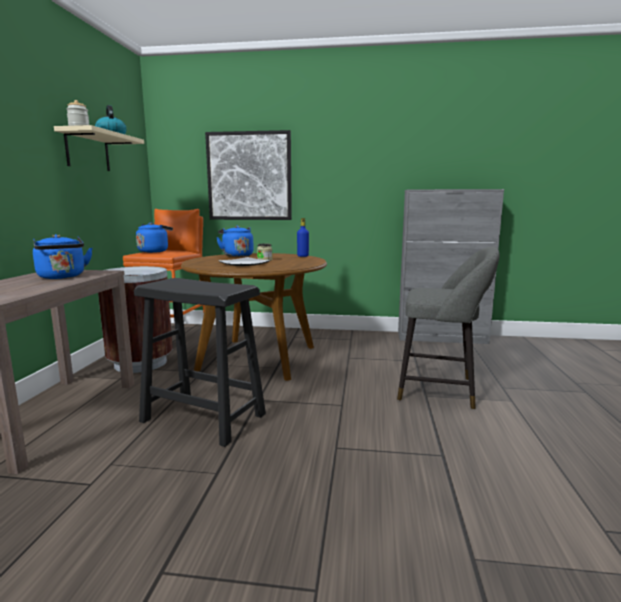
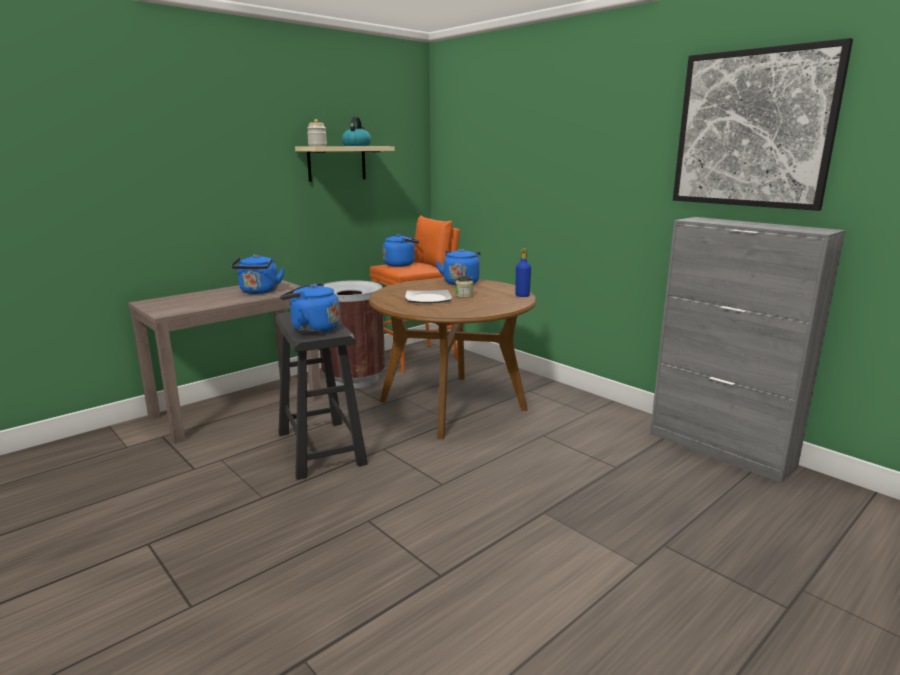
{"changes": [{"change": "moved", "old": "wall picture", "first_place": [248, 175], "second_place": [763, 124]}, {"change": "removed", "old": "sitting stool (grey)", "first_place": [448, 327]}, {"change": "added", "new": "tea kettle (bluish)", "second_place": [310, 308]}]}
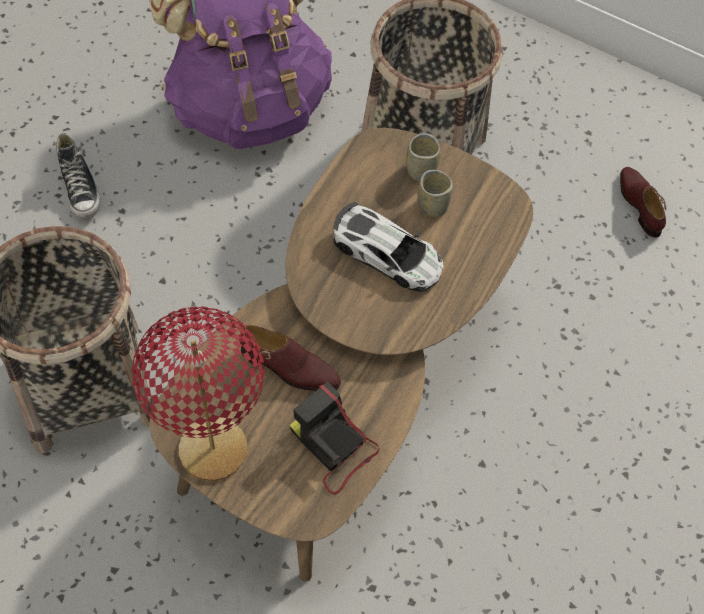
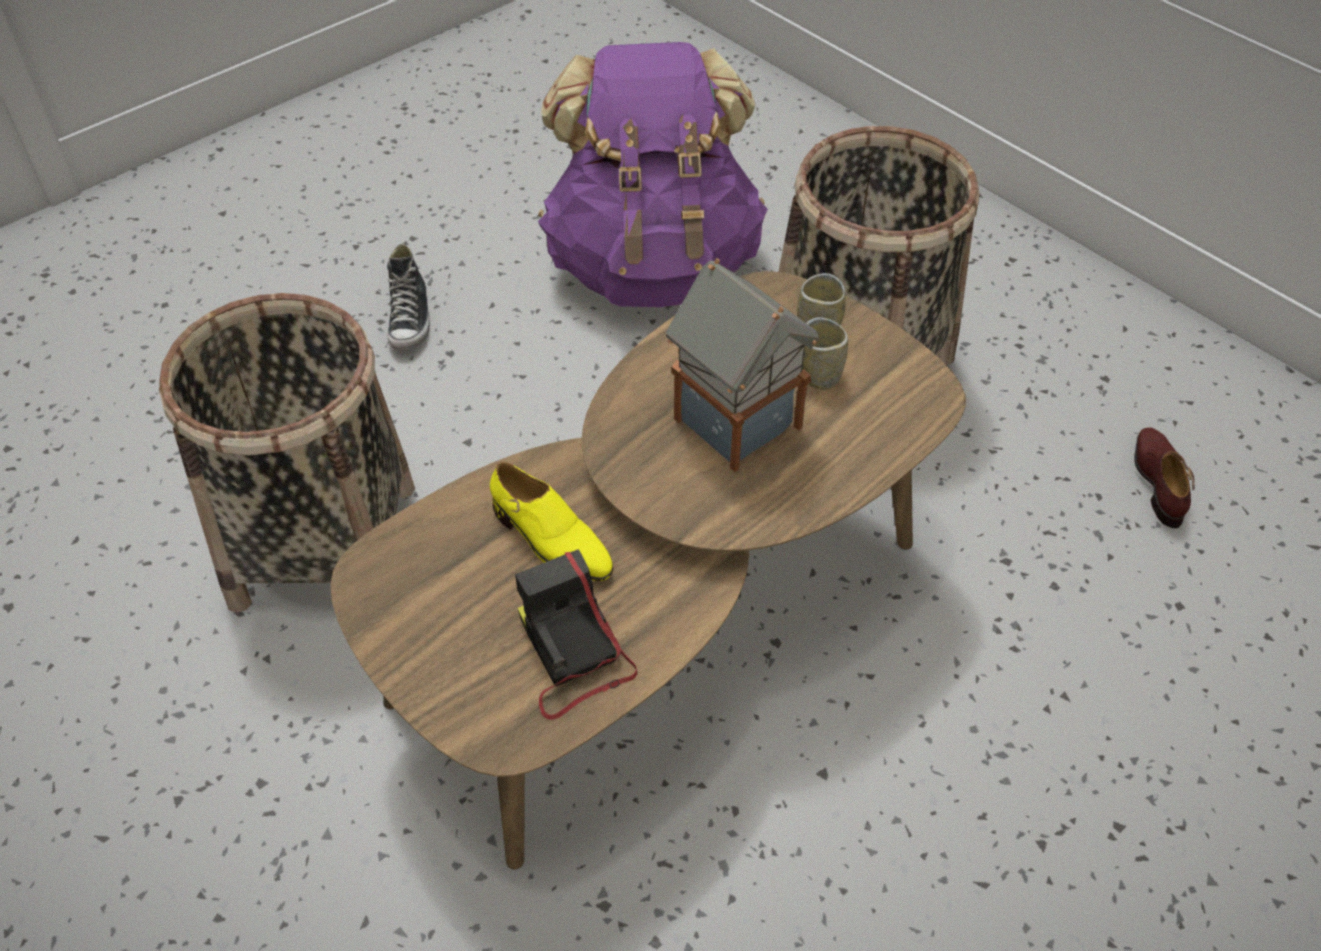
{"changes": [{"change": "replaced", "old": "miniature car", "new": "toy house", "first_place": [388, 247], "second_place": [742, 365]}, {"change": "removed", "old": "tabletop lamp (red)", "first_place": [198, 393]}, {"change": "recoloured", "old": "shoe (brown-coloured)", "new": "shoe (yellowish)", "first_place": [290, 358], "second_place": [552, 521]}]}
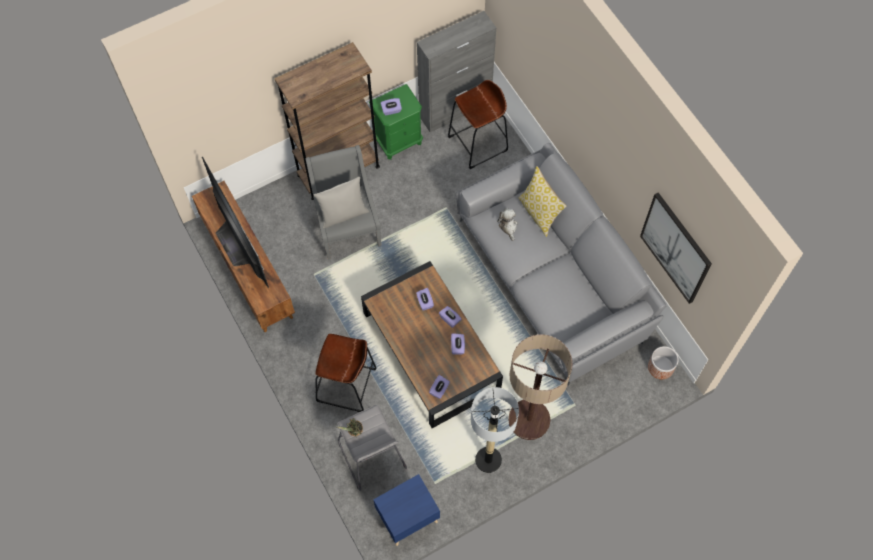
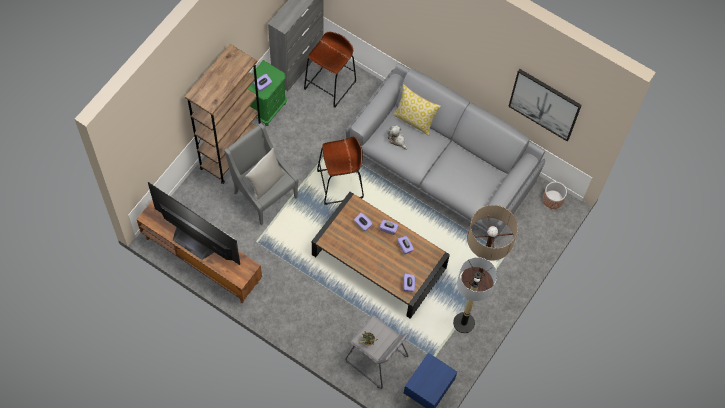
{"changes": [{"change": "moved", "old": "sitting stool (brown-coloured)", "first_place": [345, 373], "second_place": [340, 170]}]}
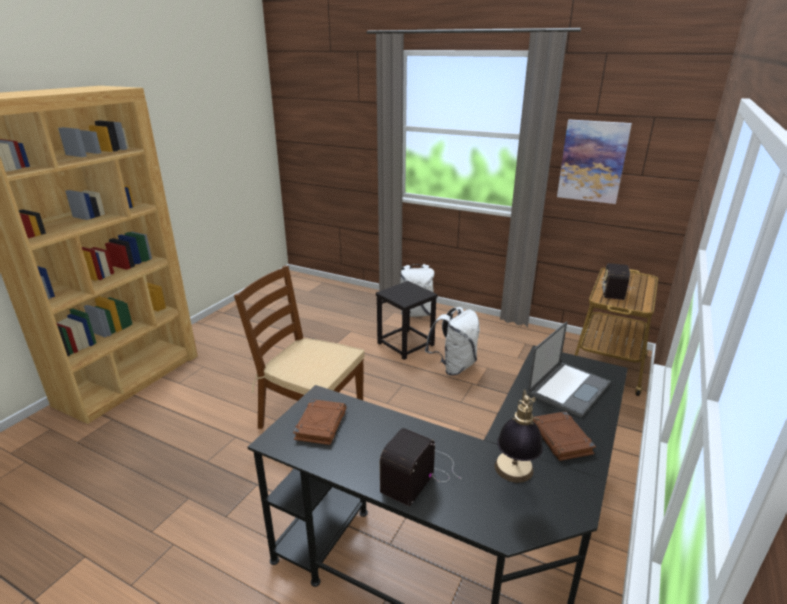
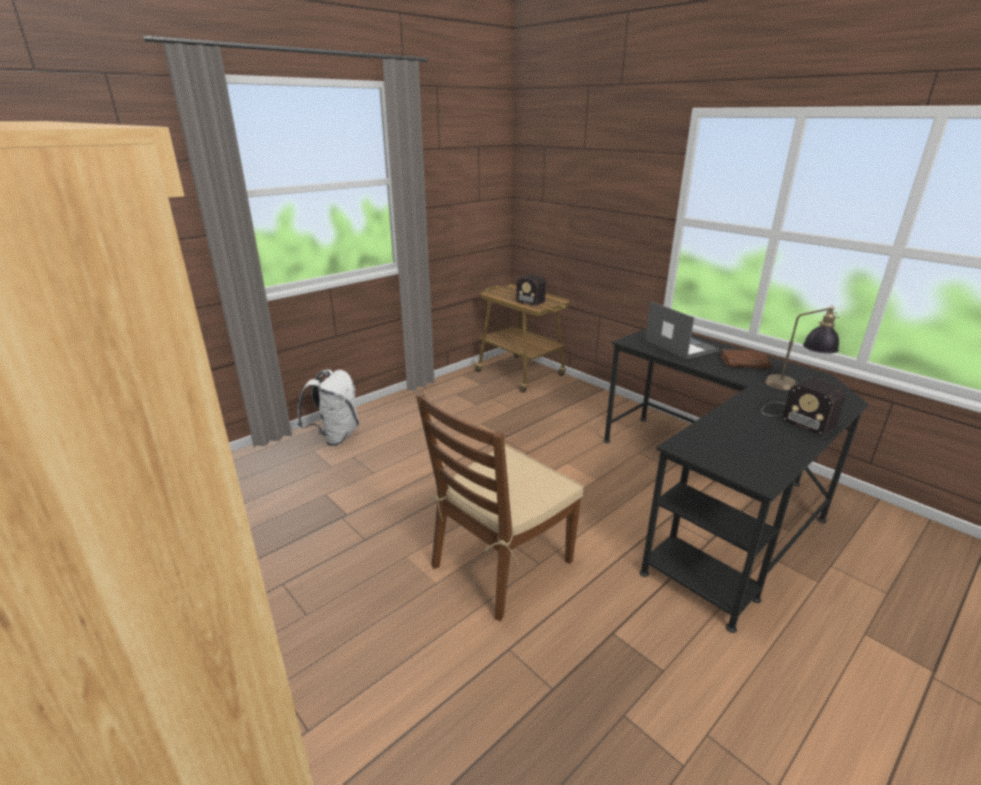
{"changes": [{"change": "removed", "old": "wall picture", "first_place": [594, 162]}, {"change": "removed", "old": "sitting stool (black)", "first_place": [407, 320]}, {"change": "removed", "old": "knapsack (white)", "first_place": [452, 341]}, {"change": "removed", "old": "volume (brown-coloured)", "first_place": [320, 422]}]}
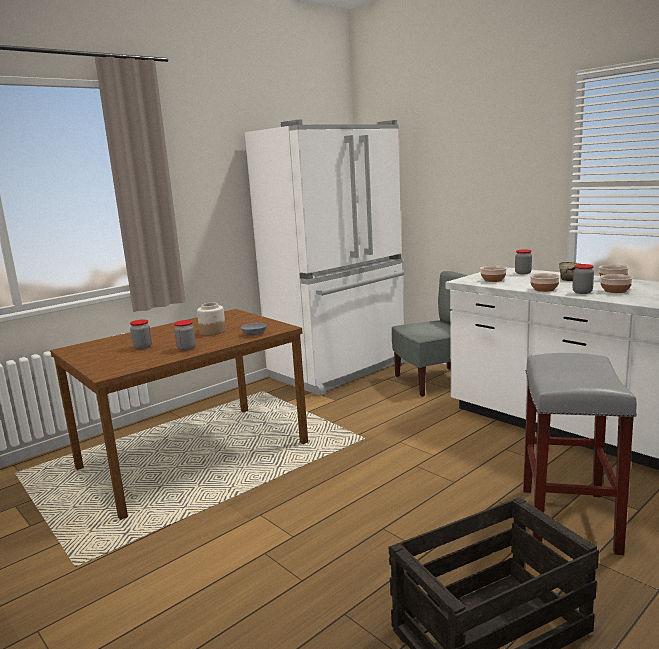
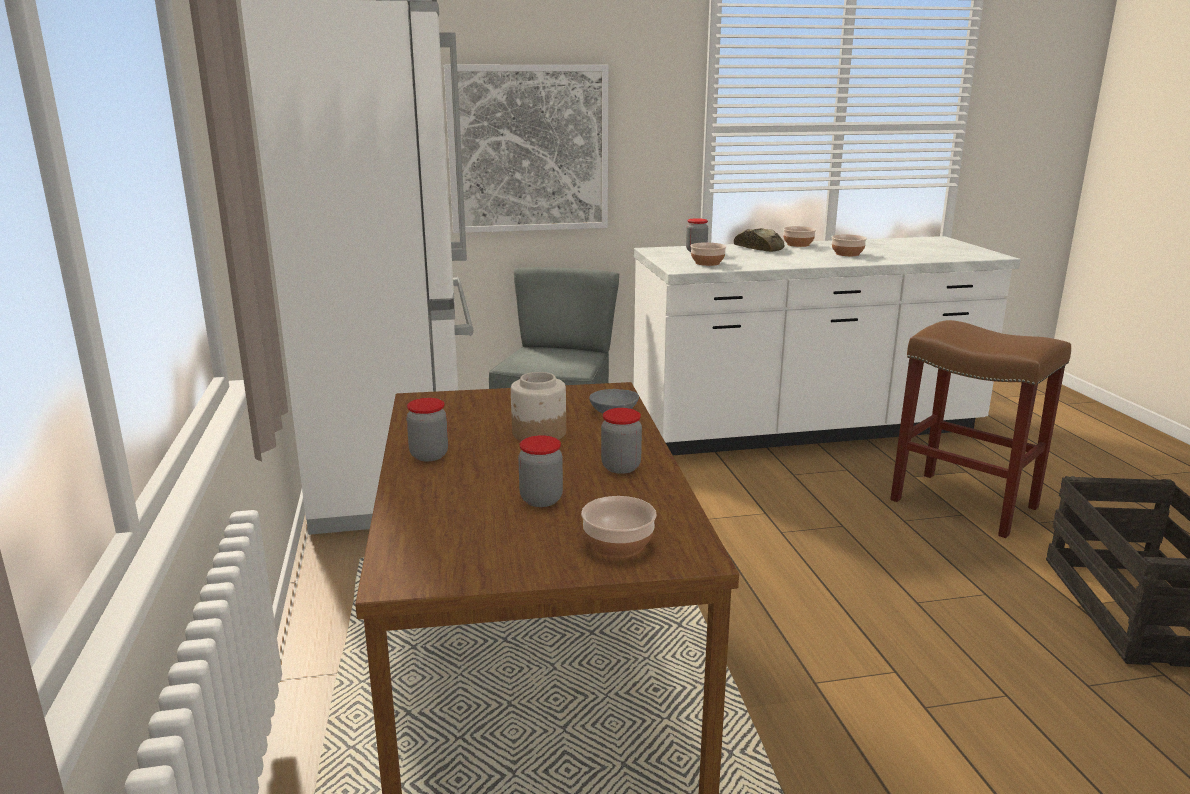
{"changes": [{"change": "moved", "old": "jar", "first_place": [583, 279], "second_place": [427, 429]}, {"change": "moved", "old": "bowl", "first_place": [545, 282], "second_place": [619, 527]}, {"change": "recoloured", "old": "sitting stool (grey)", "new": "sitting stool (brown-coloured)", "first_place": [580, 454], "second_place": [980, 429]}, {"change": "added", "new": "wall picture", "second_place": [526, 149]}]}
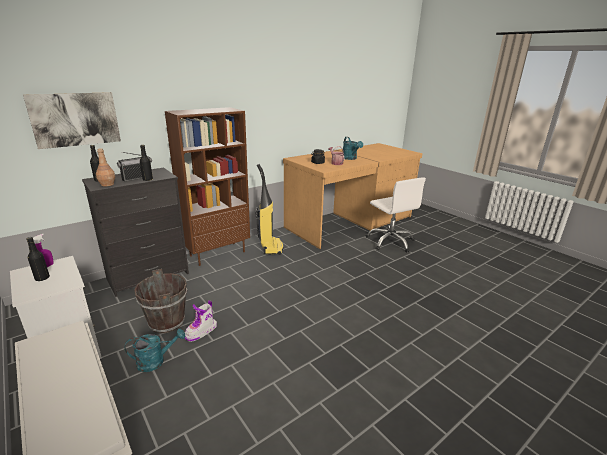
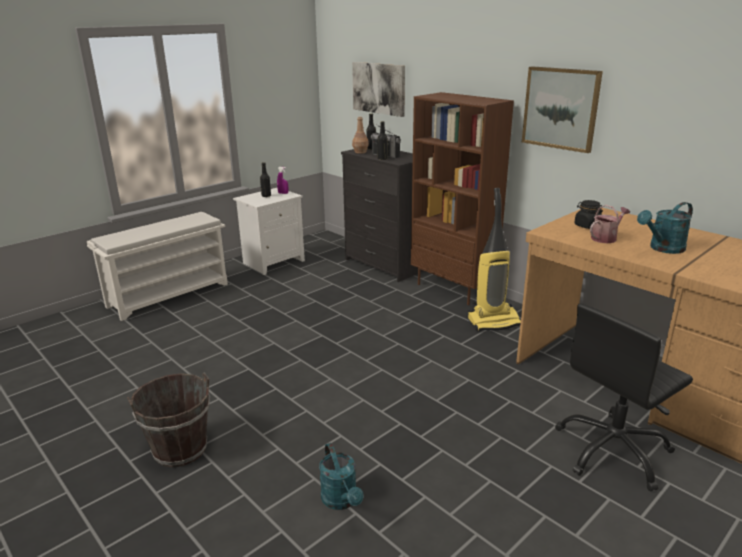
{"changes": [{"change": "recoloured", "old": "desk chair (white)", "new": "desk chair (black)", "first_place": [396, 215], "second_place": [624, 397]}, {"change": "moved", "old": "bucket (brown-coloured)", "first_place": [161, 301], "second_place": [168, 420]}, {"change": "removed", "old": "boot", "first_place": [200, 321]}, {"change": "moved", "old": "watering pot (blue-green)", "first_place": [154, 350], "second_place": [341, 476]}, {"change": "added", "new": "wall picture", "second_place": [562, 109]}]}
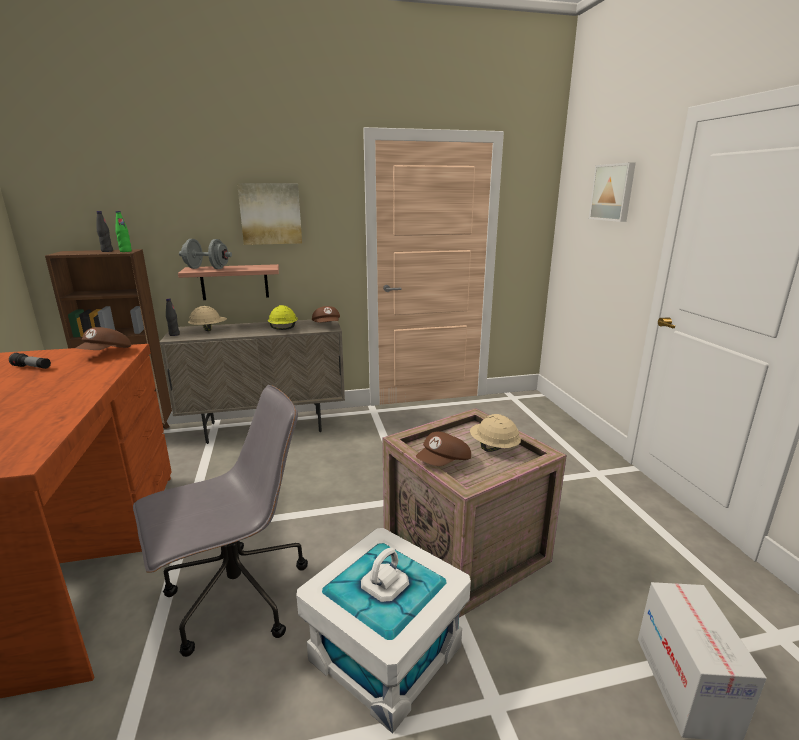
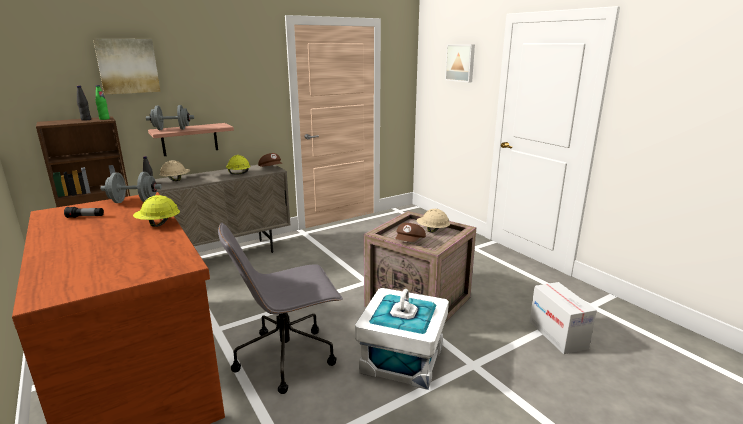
{"changes": [{"change": "moved", "old": "wall picture", "first_place": [269, 214], "second_place": [126, 67]}, {"change": "replaced", "old": "peaked cap (brown-coloured)", "new": "free weight (grey)", "first_place": [103, 338], "second_place": [131, 187]}, {"change": "turned", "old": "desk chair (grey)", "first_place": [220, 521], "second_place": [280, 308], "degrees": -150}, {"change": "added", "new": "safety helmet (yellowish)", "second_place": [156, 211]}]}
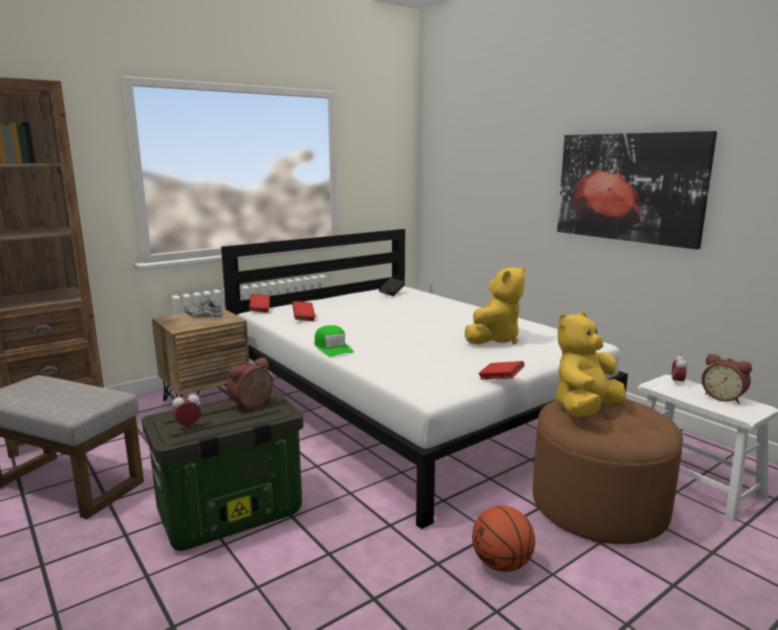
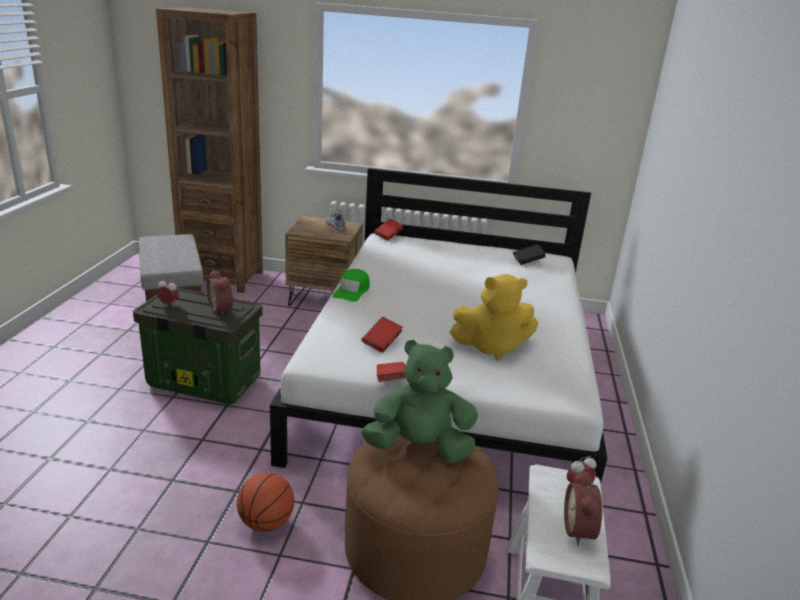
{"changes": [{"change": "removed", "old": "wall picture", "first_place": [637, 190]}, {"change": "moved", "old": "volume (red)", "first_place": [304, 311], "second_place": [382, 335]}, {"change": "recoloured", "old": "cuddly toy (yellowish)", "new": "cuddly toy (greenish)", "first_place": [591, 364], "second_place": [419, 401]}, {"change": "turned", "old": "table clock", "first_place": [250, 383], "second_place": [220, 293], "degrees": -120}]}
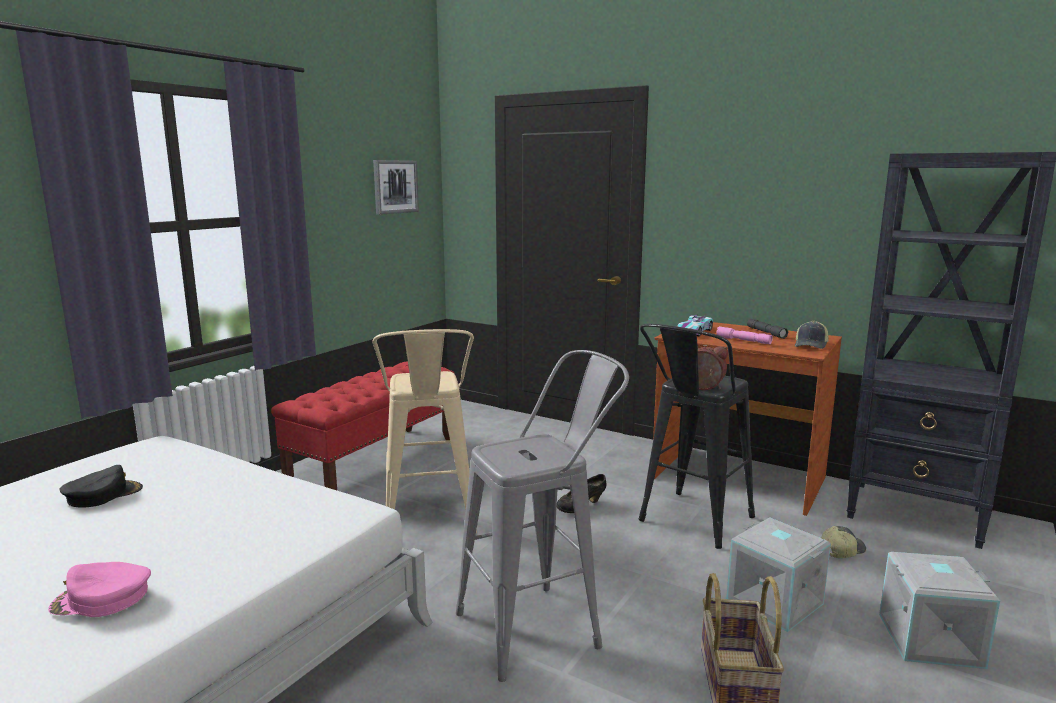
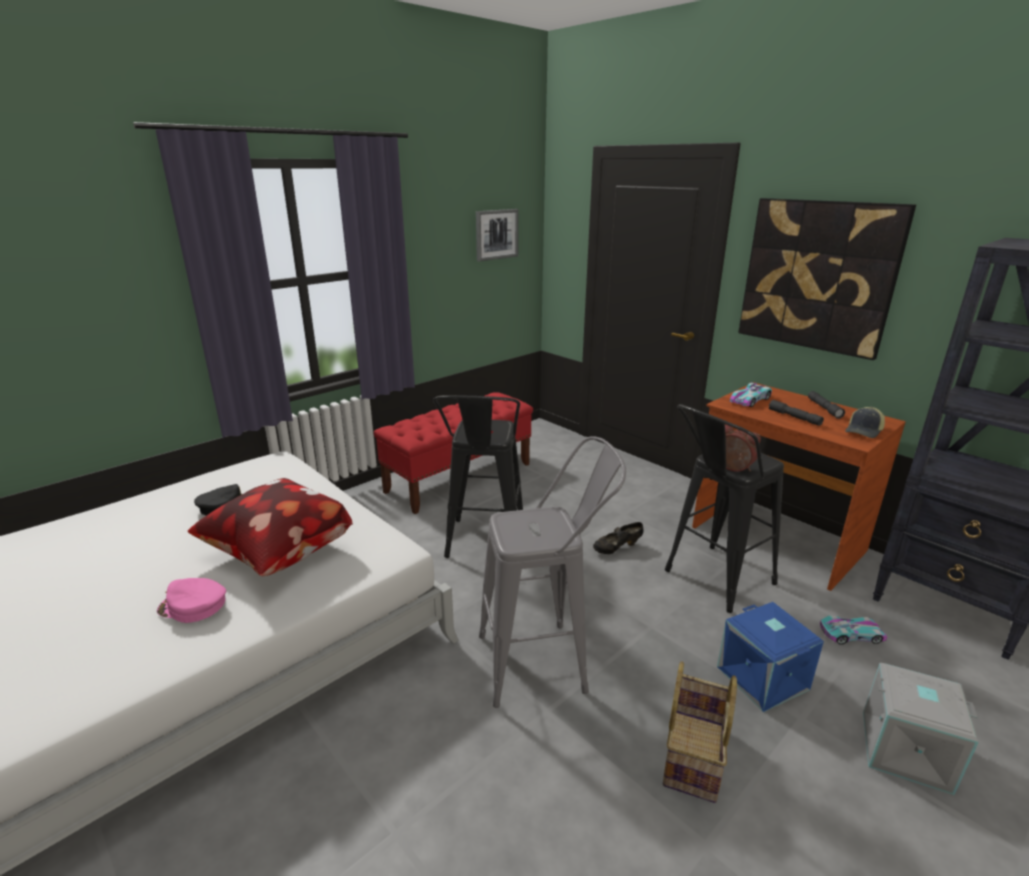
{"changes": [{"change": "recoloured", "old": "torch (pink)", "new": "torch (grey)", "first_place": [744, 335], "second_place": [796, 413]}, {"change": "recoloured", "old": "sitting stool (beige)", "new": "sitting stool (black)", "first_place": [425, 431], "second_place": [478, 476]}, {"change": "recoloured", "old": "storage box (grey)", "new": "storage box (bluish)", "first_place": [778, 574], "second_place": [770, 657]}, {"change": "replaced", "old": "peaked cap", "new": "miniature car", "first_place": [843, 542], "second_place": [853, 629]}, {"change": "added", "new": "wall picture", "second_place": [827, 279]}, {"change": "added", "new": "cushion", "second_place": [270, 527]}]}
